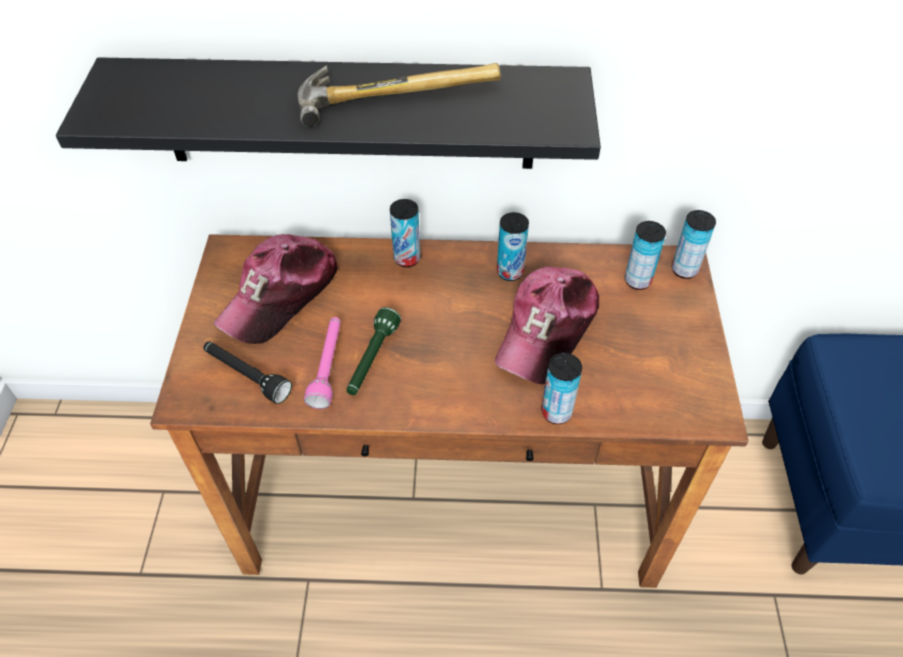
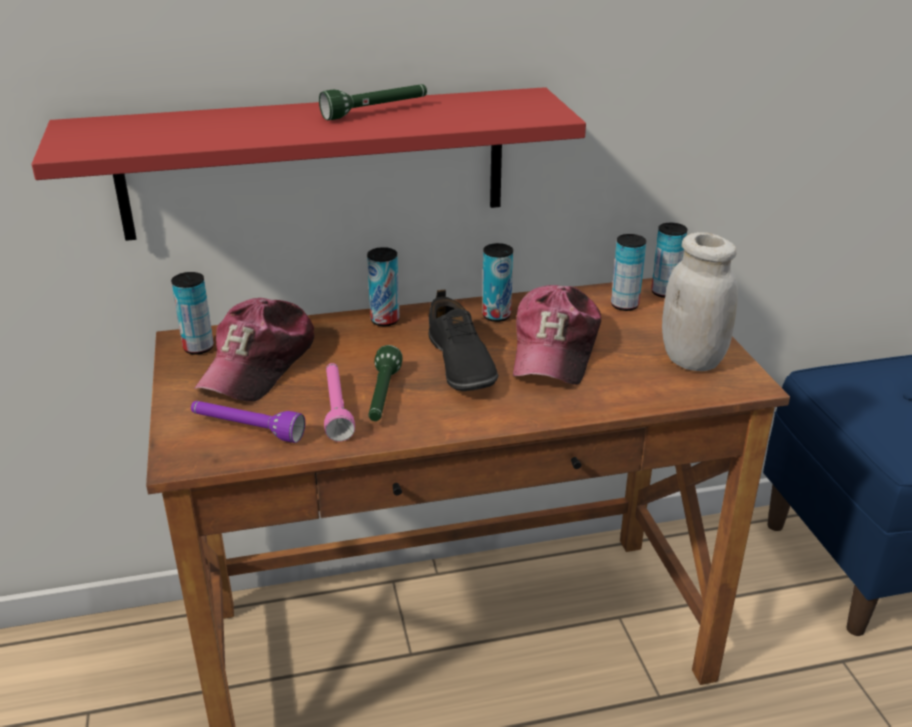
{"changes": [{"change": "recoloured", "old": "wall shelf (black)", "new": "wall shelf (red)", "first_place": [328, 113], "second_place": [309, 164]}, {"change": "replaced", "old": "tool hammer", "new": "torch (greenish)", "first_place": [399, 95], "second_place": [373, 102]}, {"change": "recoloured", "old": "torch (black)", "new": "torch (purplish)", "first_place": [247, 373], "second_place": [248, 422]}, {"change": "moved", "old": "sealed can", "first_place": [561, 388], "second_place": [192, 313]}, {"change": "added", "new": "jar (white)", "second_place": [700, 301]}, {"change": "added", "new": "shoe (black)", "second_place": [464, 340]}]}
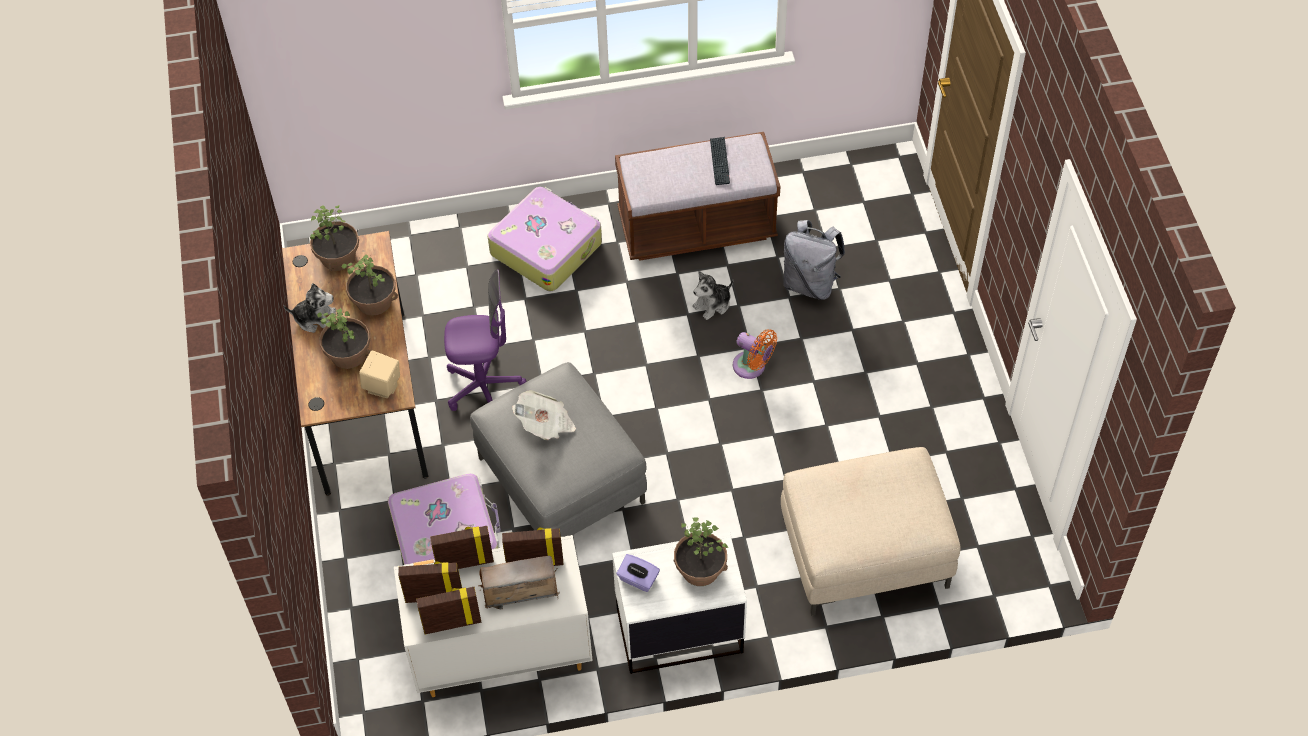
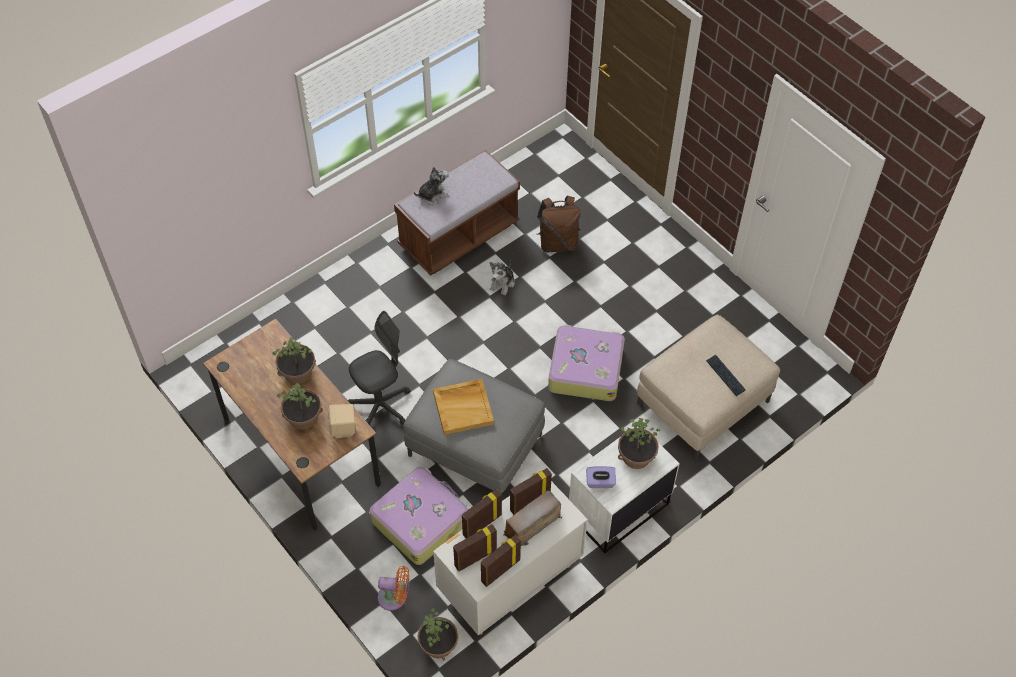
{"changes": [{"change": "moved", "old": "computer keyboard", "first_place": [720, 161], "second_place": [726, 375]}, {"change": "moved", "old": "piece of luggage", "first_place": [545, 239], "second_place": [586, 363]}, {"change": "moved", "old": "houseplant", "first_place": [334, 238], "second_place": [437, 634]}, {"change": "recoloured", "old": "knapsack (grey)", "new": "knapsack (brown-coloured)", "first_place": [814, 260], "second_place": [558, 224]}, {"change": "recoloured", "old": "desk chair (purplish)", "new": "desk chair (grey)", "first_place": [485, 340], "second_place": [379, 368]}, {"change": "moved", "old": "cuddly toy", "first_place": [310, 308], "second_place": [431, 185]}, {"change": "moved", "old": "cooling fan (orange)", "first_place": [755, 354], "second_place": [393, 588]}, {"change": "replaced", "old": "newspaper", "new": "carrying tray (beige)", "first_place": [544, 415], "second_place": [463, 407]}]}
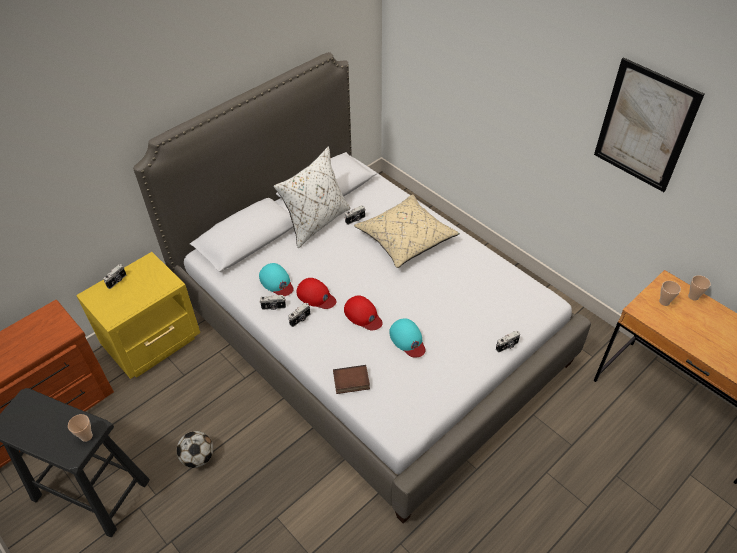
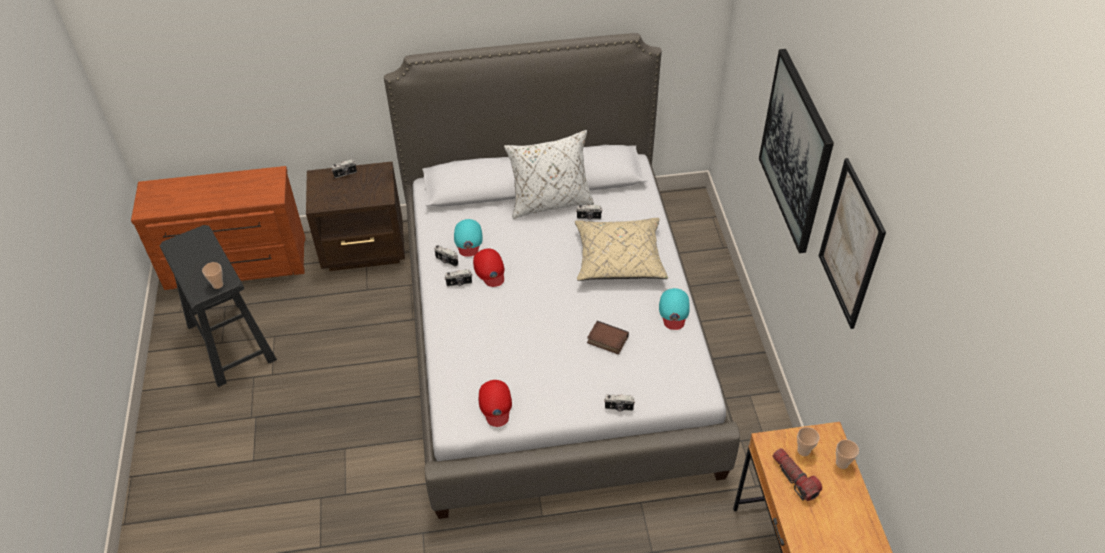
{"changes": [{"change": "recoloured", "old": "bedside table (yellowish)", "new": "bedside table (brown-coloured)", "first_place": [138, 315], "second_place": [355, 216]}, {"change": "moved", "old": "peaked cap (red)", "first_place": [363, 313], "second_place": [495, 403]}, {"change": "moved", "old": "peaked cap (blue-green)", "first_place": [407, 338], "second_place": [674, 309]}, {"change": "moved", "old": "volume", "first_place": [351, 379], "second_place": [608, 337]}, {"change": "removed", "old": "football ball", "first_place": [194, 449]}, {"change": "added", "new": "wall picture", "second_place": [796, 151]}, {"change": "added", "new": "torch", "second_place": [797, 474]}]}
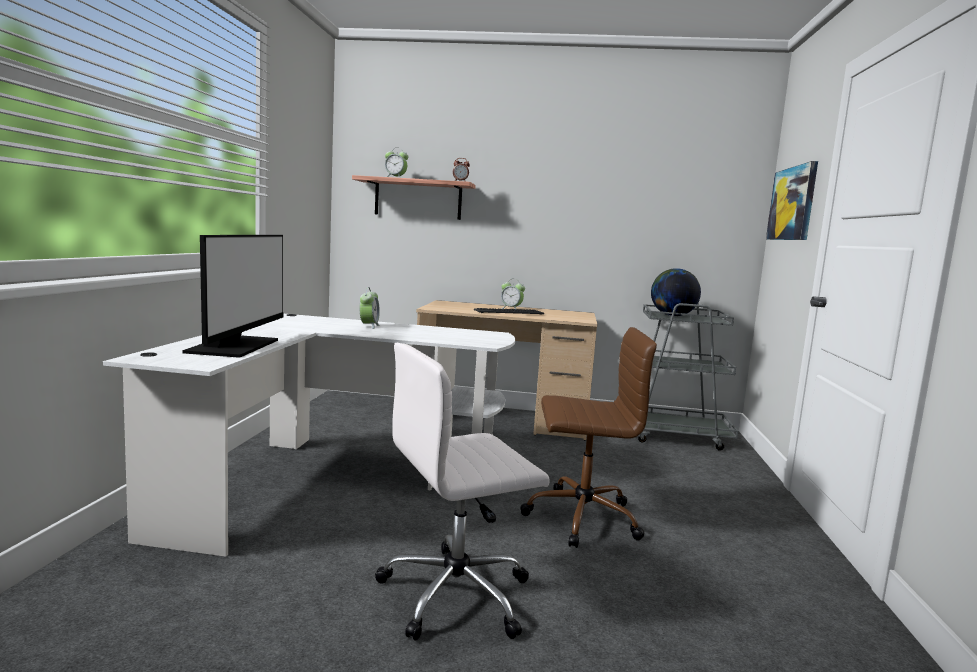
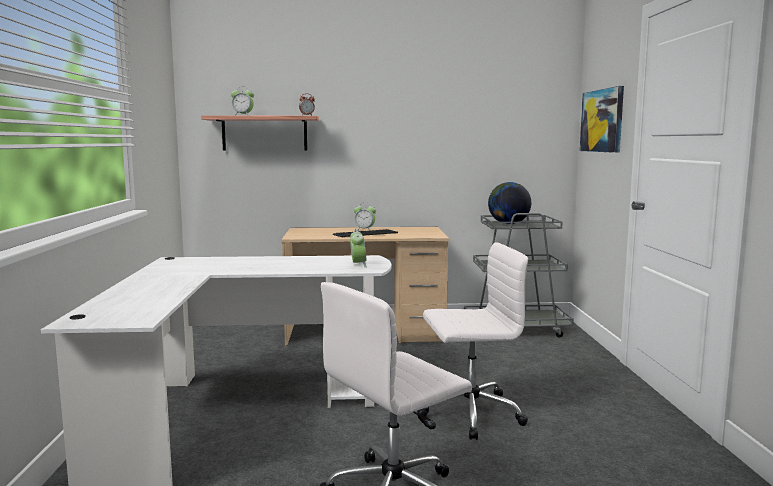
{"changes": [{"change": "removed", "old": "computer screen", "first_place": [233, 296]}, {"change": "moved", "old": "table clock", "first_place": [369, 308], "second_place": [358, 248]}, {"change": "recoloured", "old": "desk chair (brown-coloured)", "new": "desk chair (white)", "first_place": [588, 437], "second_place": [472, 341]}]}
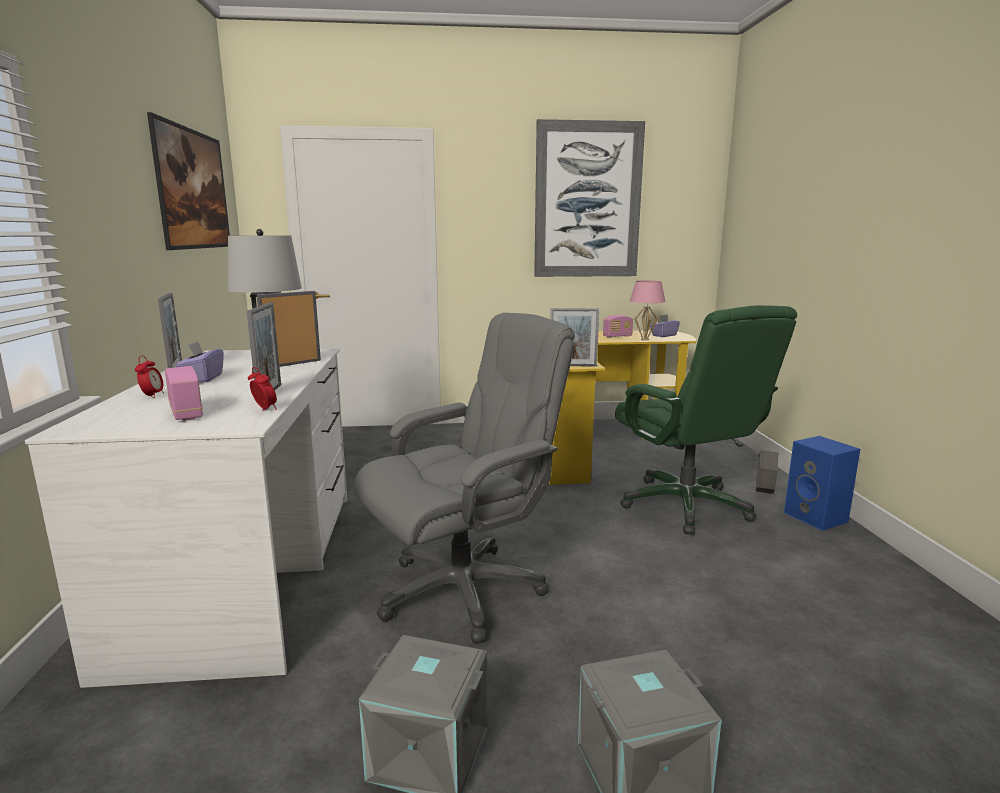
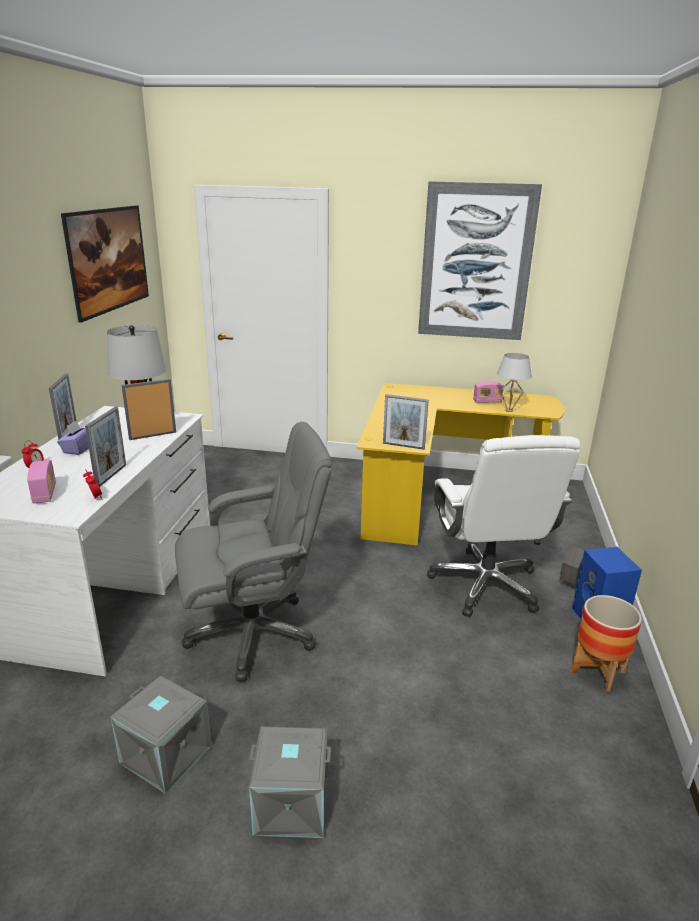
{"changes": [{"change": "recoloured", "old": "tabletop lamp (pink)", "new": "tabletop lamp (white)", "first_place": [647, 311], "second_place": [514, 382]}, {"change": "recoloured", "old": "desk chair (greenish)", "new": "desk chair (white)", "first_place": [706, 420], "second_place": [503, 526]}, {"change": "removed", "old": "tissue box (purplish)", "first_place": [665, 326]}, {"change": "added", "new": "flower pot", "second_place": [606, 643]}]}
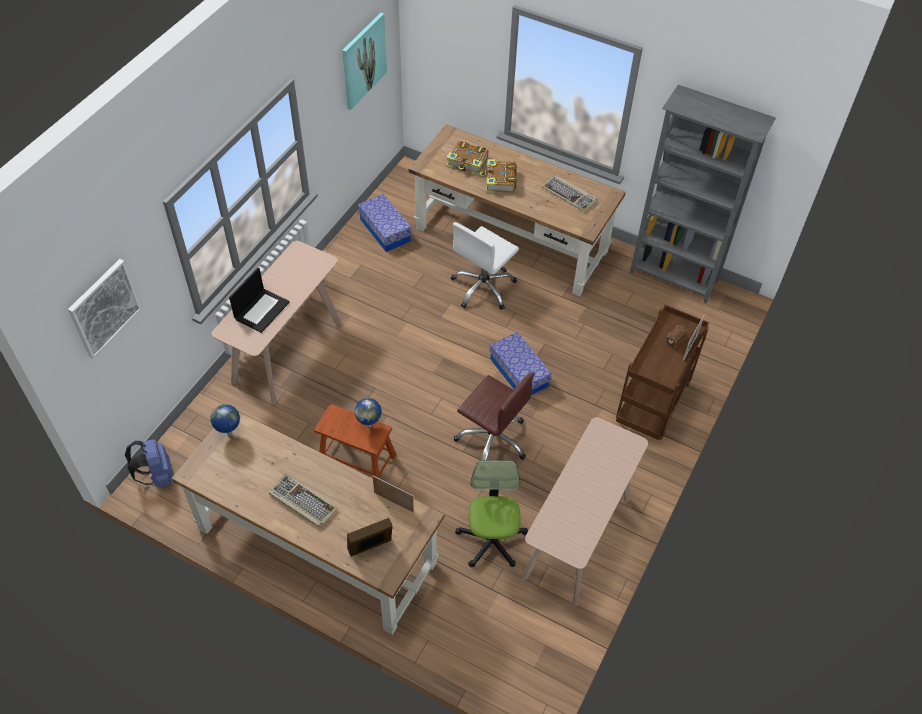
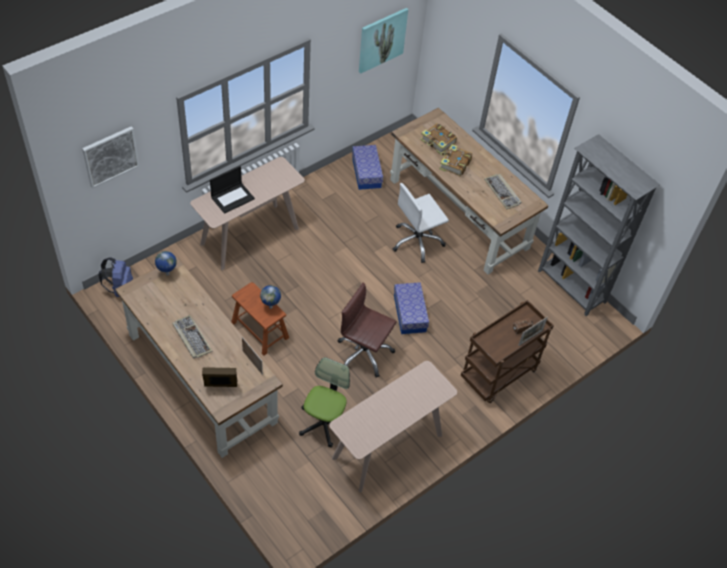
{"changes": [{"change": "turned", "old": "desk chair (brown-coloured)", "first_place": [494, 416], "second_place": [367, 330], "degrees": 150}]}
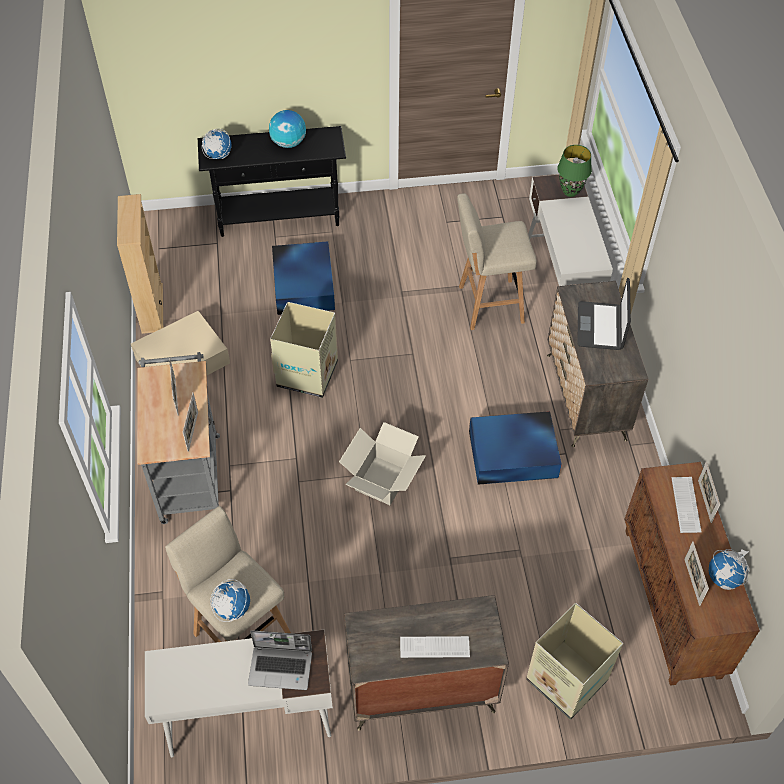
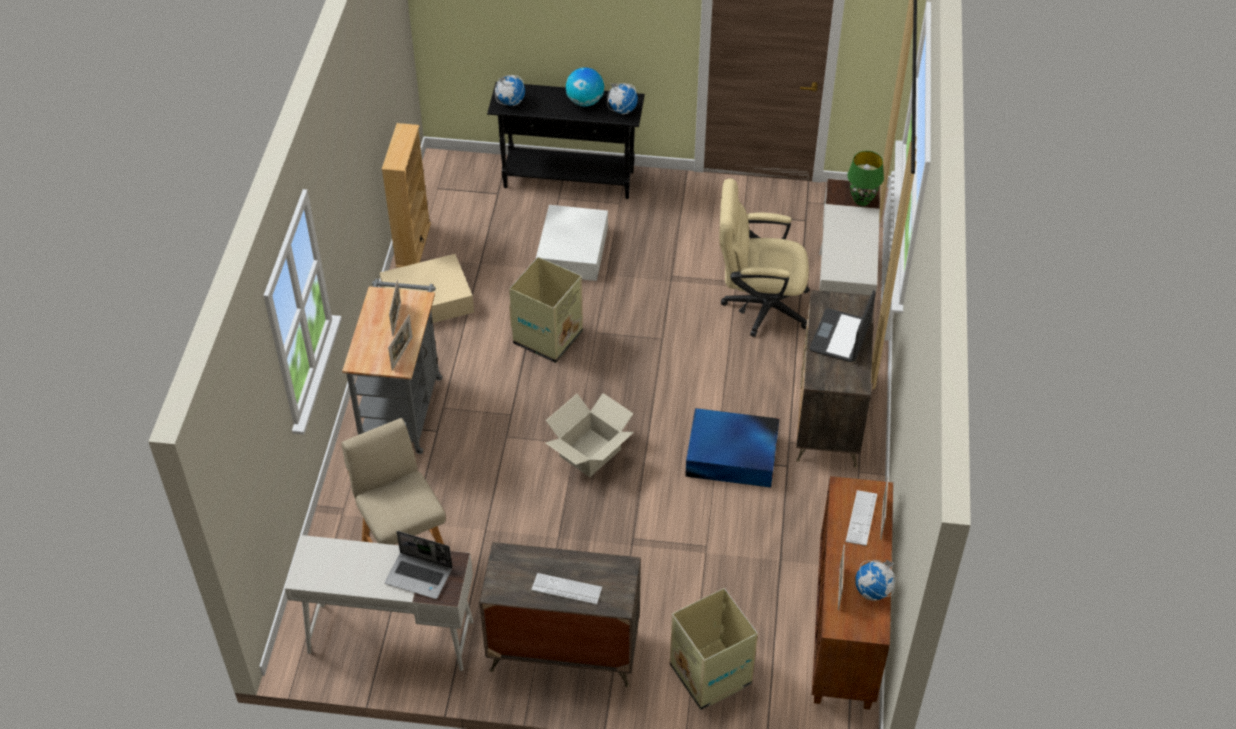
{"changes": [{"change": "replaced", "old": "sitting stool (beige)", "new": "desk chair (beige)", "first_place": [497, 261], "second_place": [764, 258]}, {"change": "recoloured", "old": "storage box (bluish)", "new": "storage box (white)", "first_place": [303, 278], "second_place": [572, 243]}, {"change": "moved", "old": "world globe", "first_place": [230, 600], "second_place": [622, 98]}]}
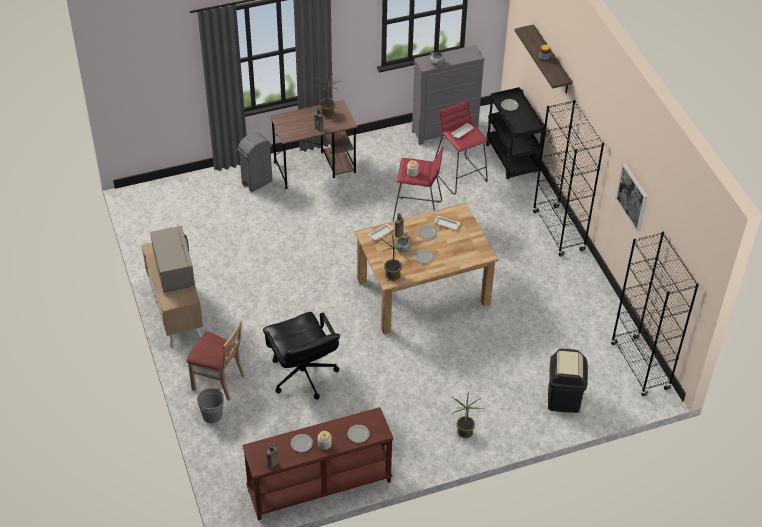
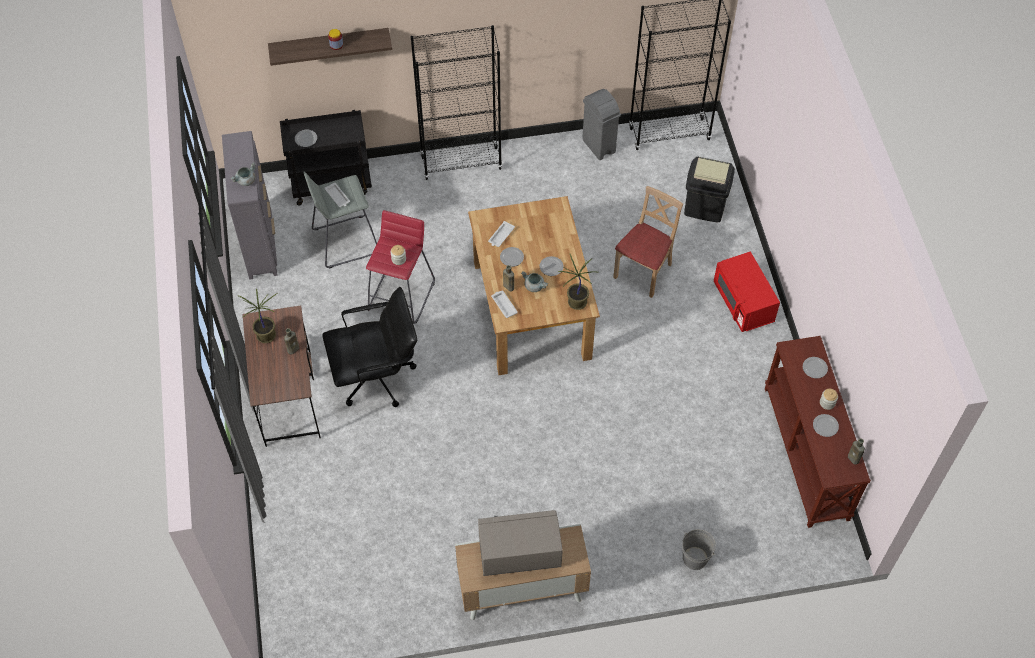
{"changes": [{"change": "recoloured", "old": "sitting stool (red)", "new": "sitting stool (grey)", "first_place": [461, 148], "second_place": [340, 220]}, {"change": "moved", "old": "trash can (grey)", "first_place": [254, 162], "second_place": [601, 124]}, {"change": "removed", "old": "wall picture", "first_place": [632, 197]}, {"change": "moved", "old": "desk chair (black)", "first_place": [301, 356], "second_place": [369, 347]}, {"change": "moved", "old": "chair (beige)", "first_place": [215, 359], "second_place": [648, 242]}, {"change": "replaced", "old": "houseplant", "new": "microwave (red)", "first_place": [467, 415], "second_place": [747, 292]}]}
